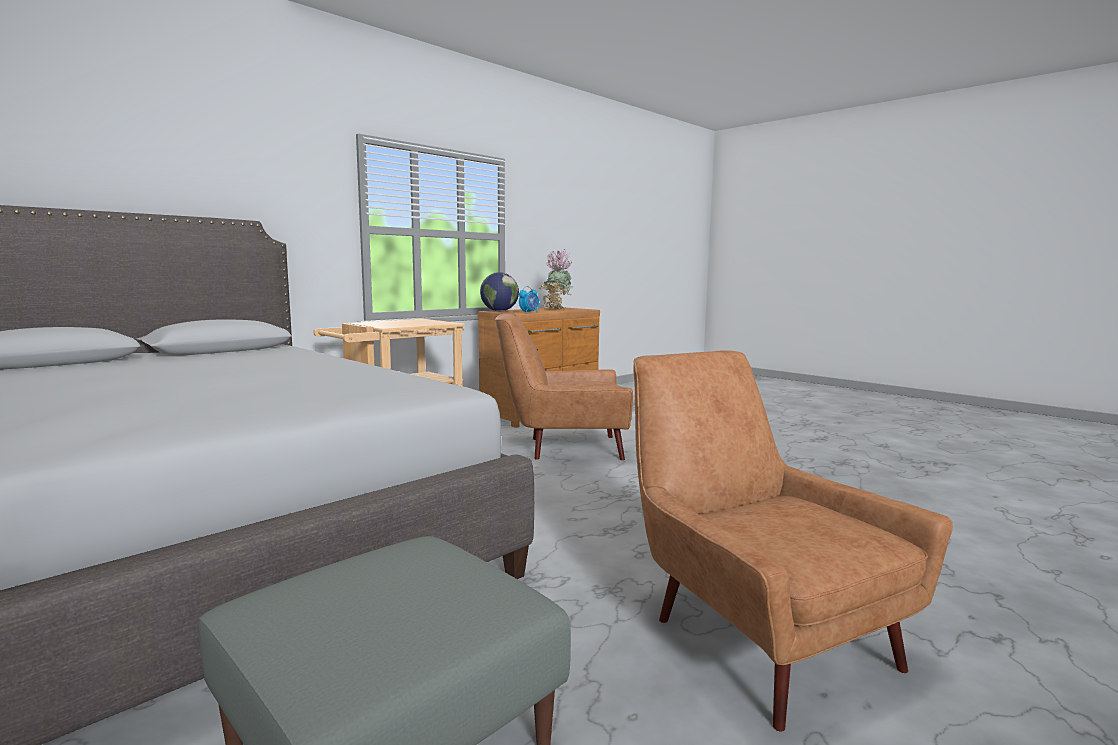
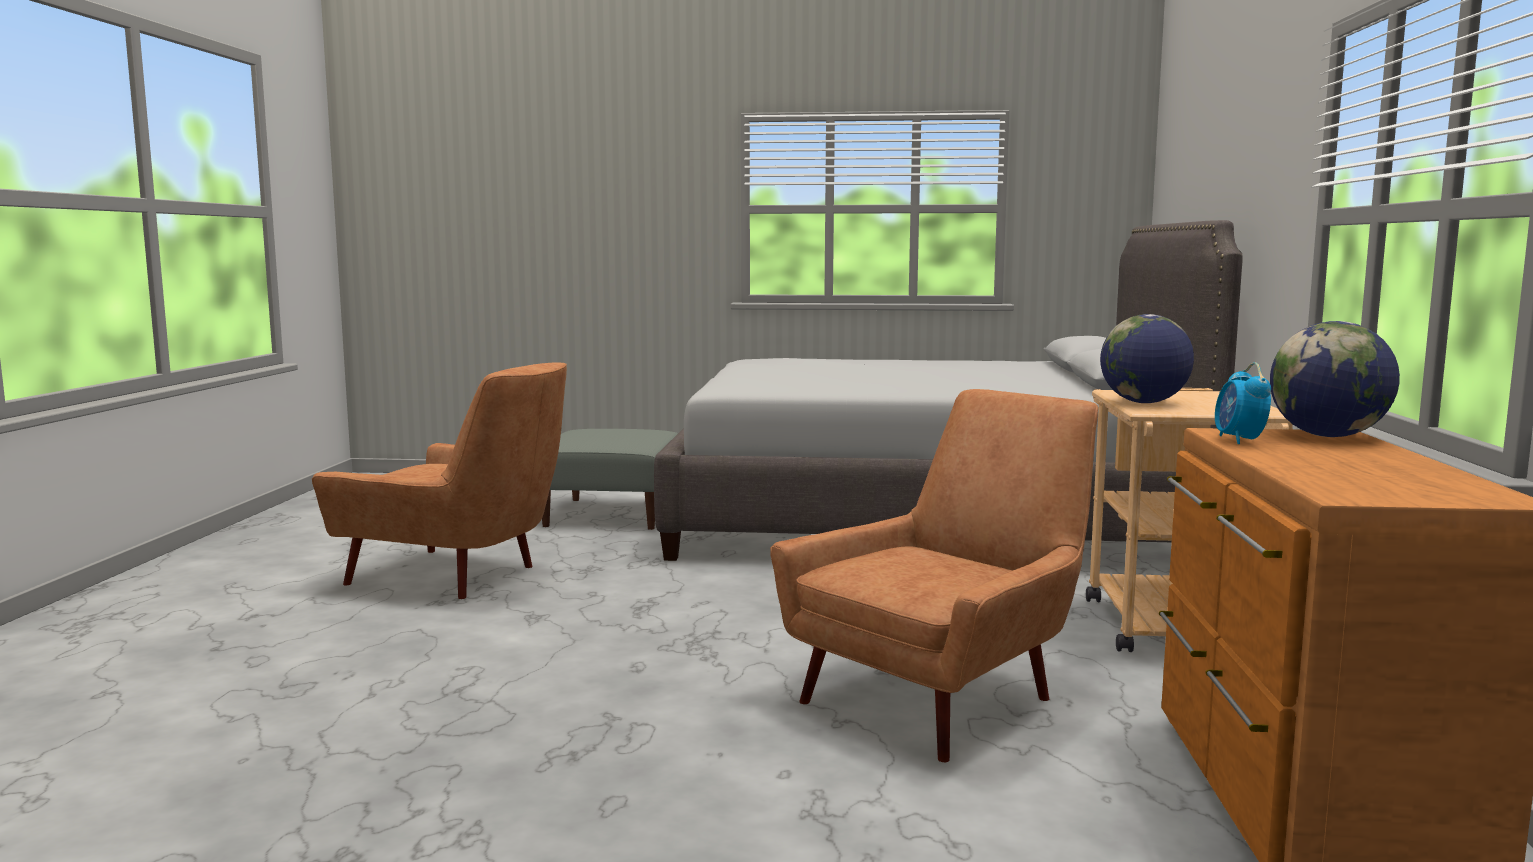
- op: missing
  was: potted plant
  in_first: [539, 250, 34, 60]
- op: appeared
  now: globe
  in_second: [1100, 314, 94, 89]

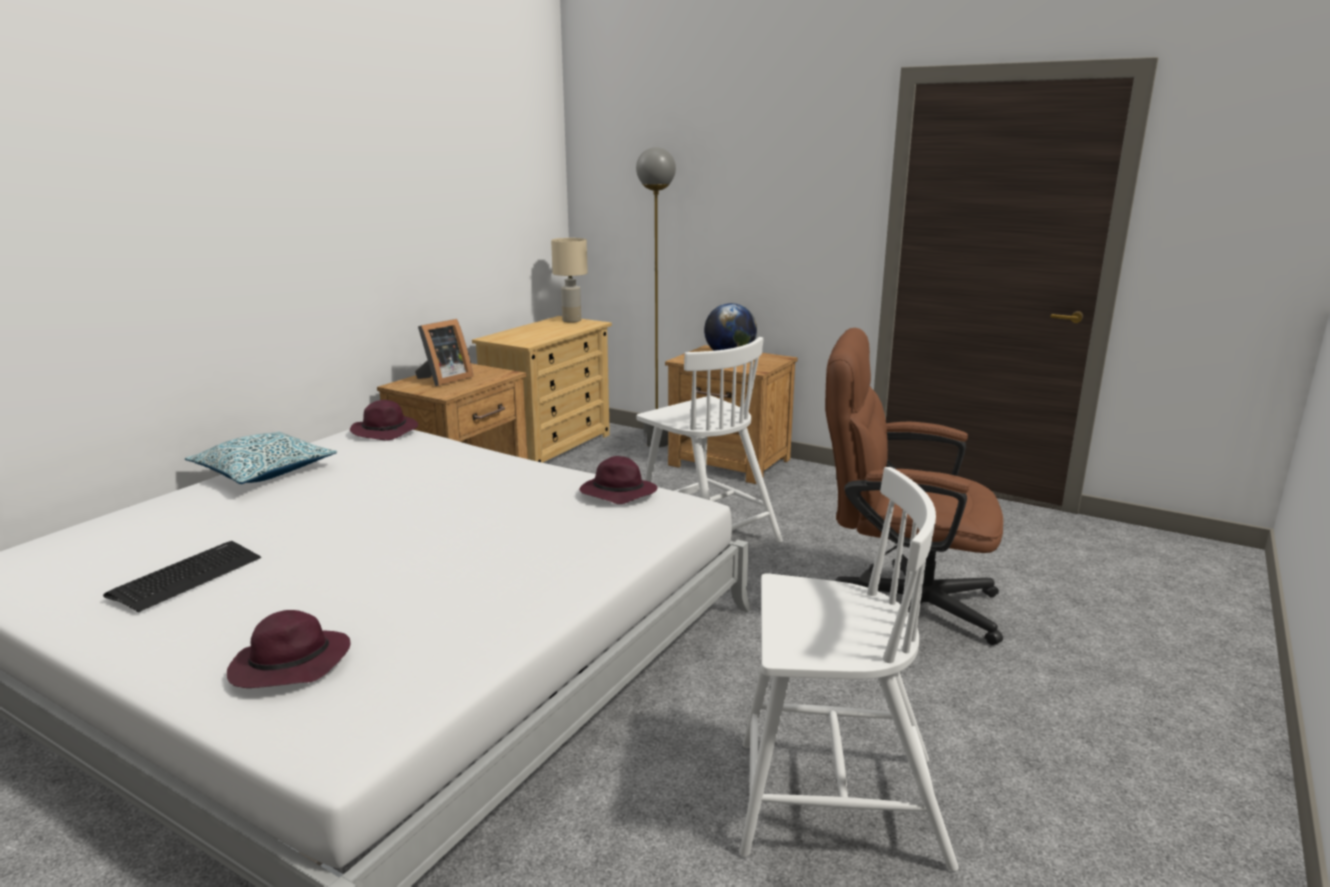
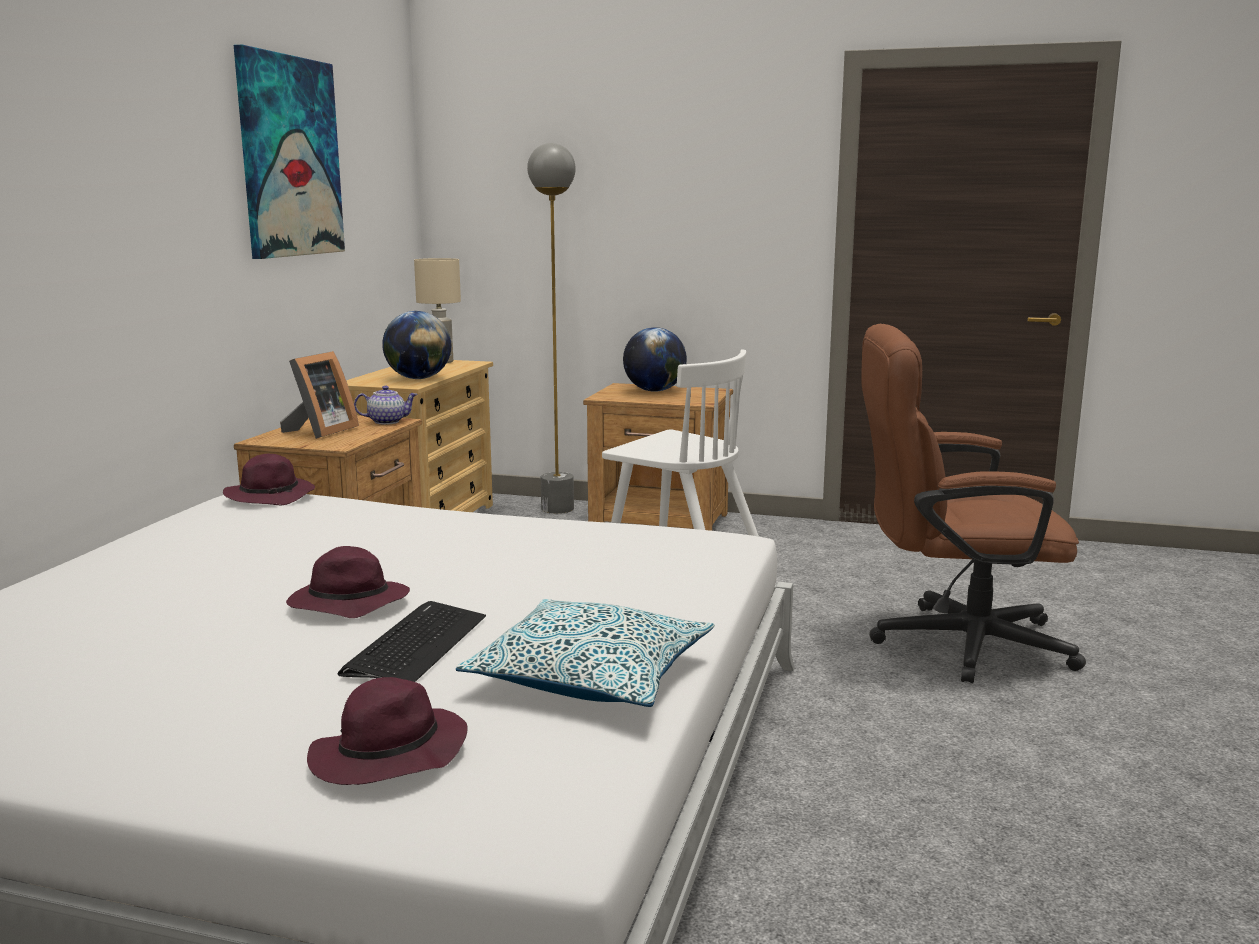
- op: relocated
  was: pillow
  in_first: [185, 432, 152, 52]
  in_second: [456, 599, 259, 108]
- op: relocated
  was: purple hat
  in_first: [579, 456, 79, 48]
  in_second: [286, 546, 124, 72]
- op: missing
  was: white chair
  in_first: [740, 467, 219, 404]
- op: relocated
  was: keyboard
  in_first: [103, 541, 158, 71]
  in_second: [338, 601, 148, 81]
- op: appeared
  now: picture
  in_second: [234, 45, 111, 214]
- op: appeared
  now: globe
  in_second: [382, 311, 69, 68]
- op: appeared
  now: teapot
  in_second: [354, 386, 64, 39]

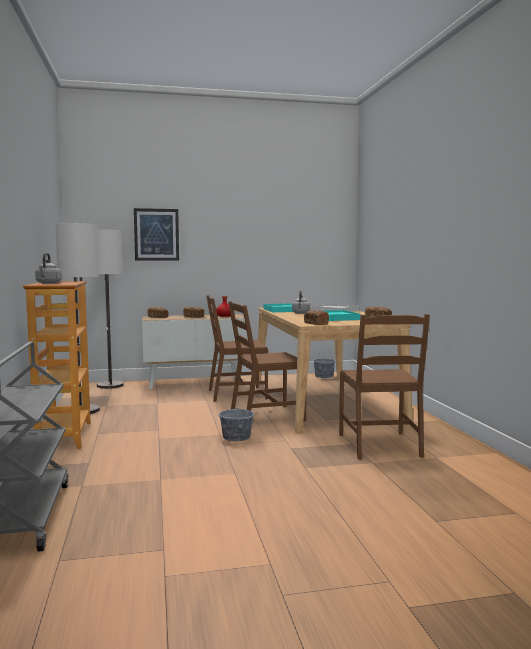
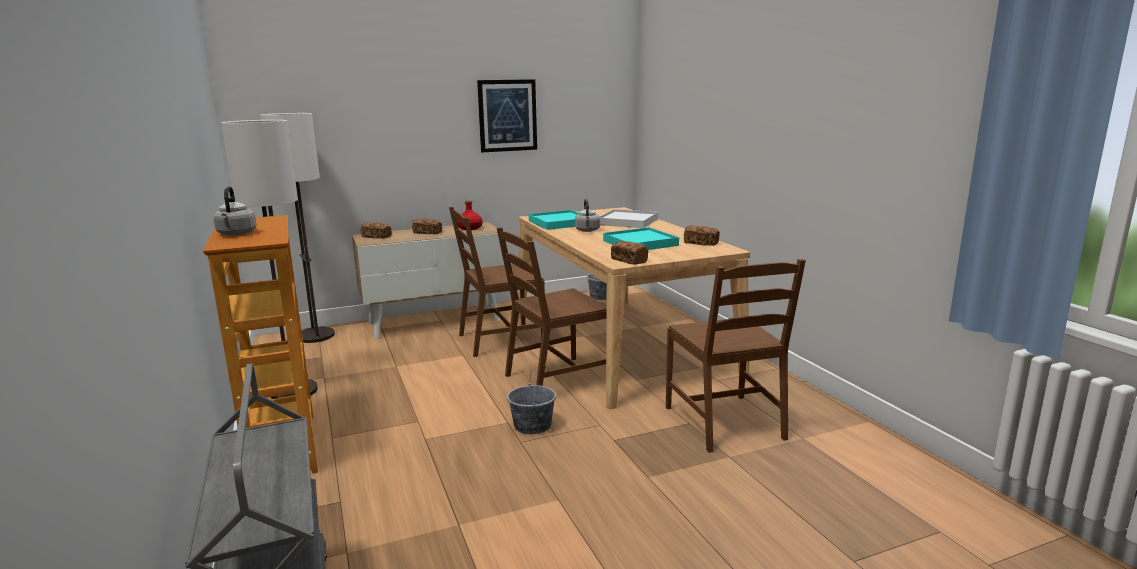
- op: relocated
  was: picture
  in_first: [134, 208, 45, 52]
  in_second: [477, 79, 60, 73]

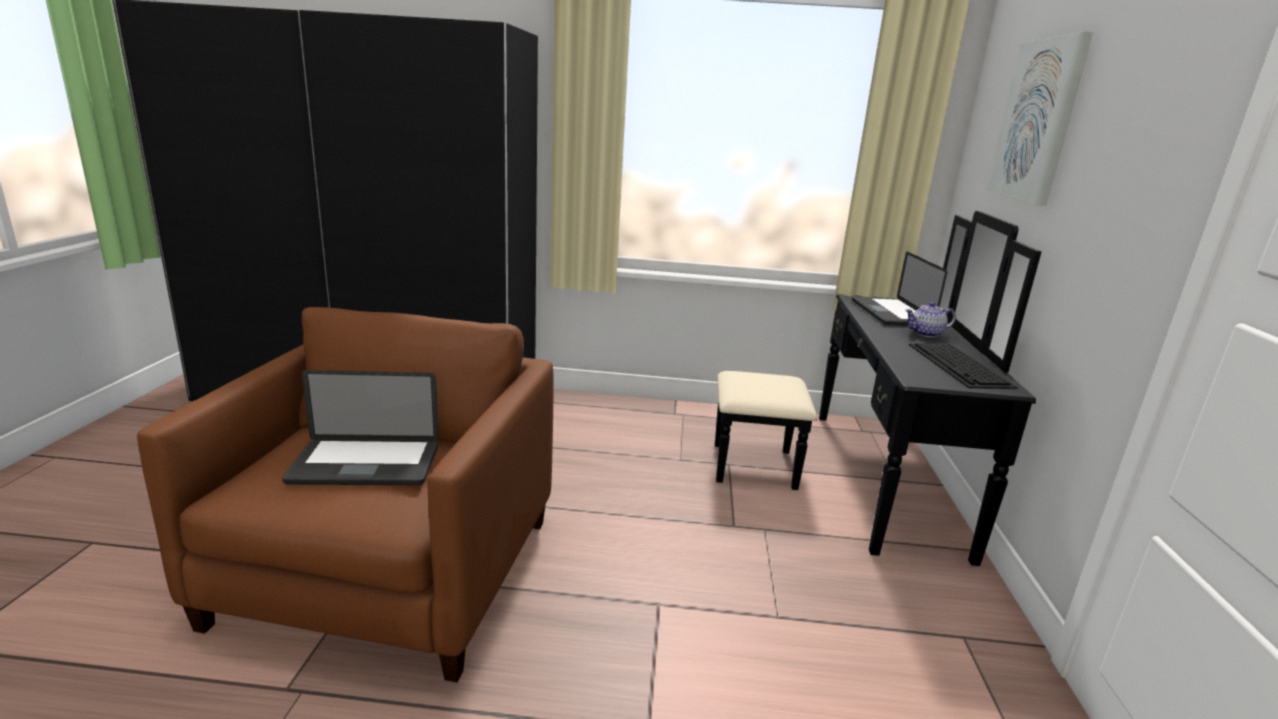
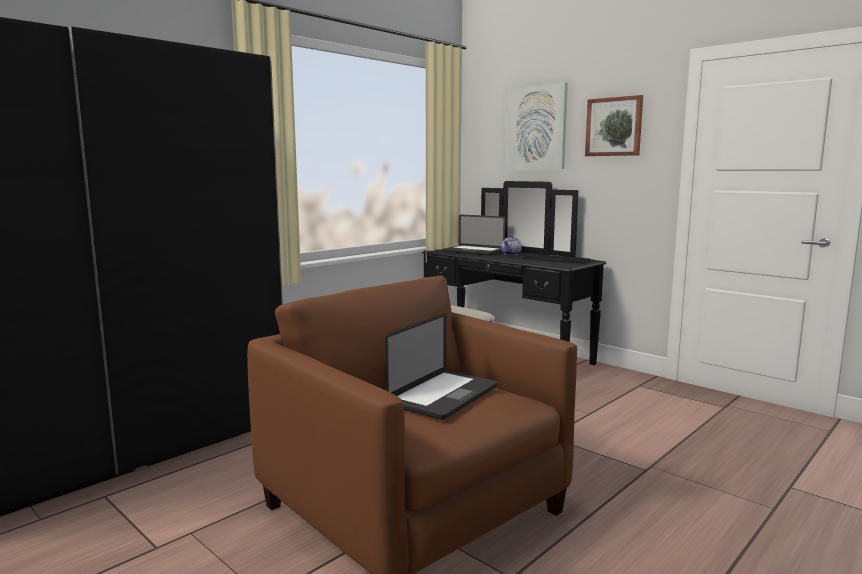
- op: appeared
  now: picture
  in_second: [585, 95, 58, 61]

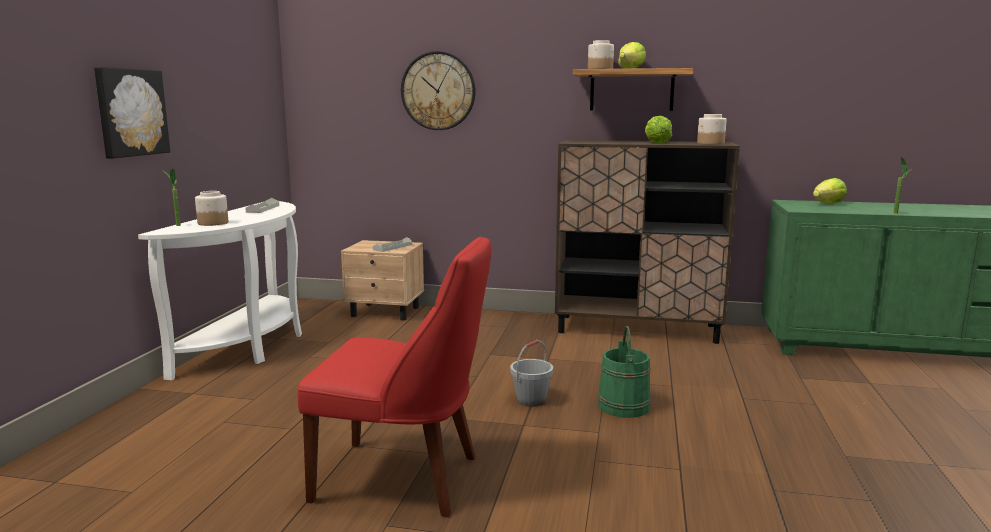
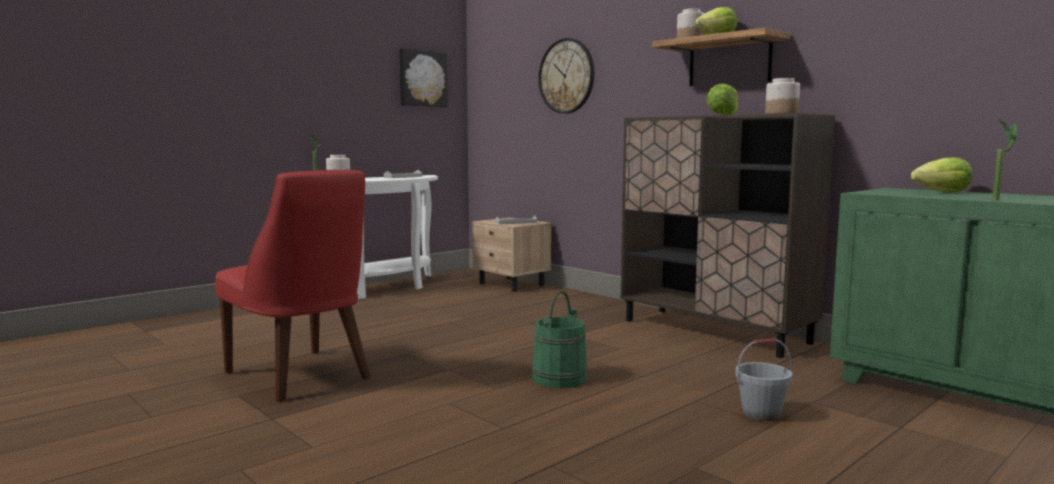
- op: relocated
  was: picture
  in_first: [94, 67, 76, 91]
  in_second: [399, 48, 49, 59]
- op: relocated
  was: grey bucket
  in_first: [510, 340, 43, 67]
  in_second: [735, 338, 57, 83]

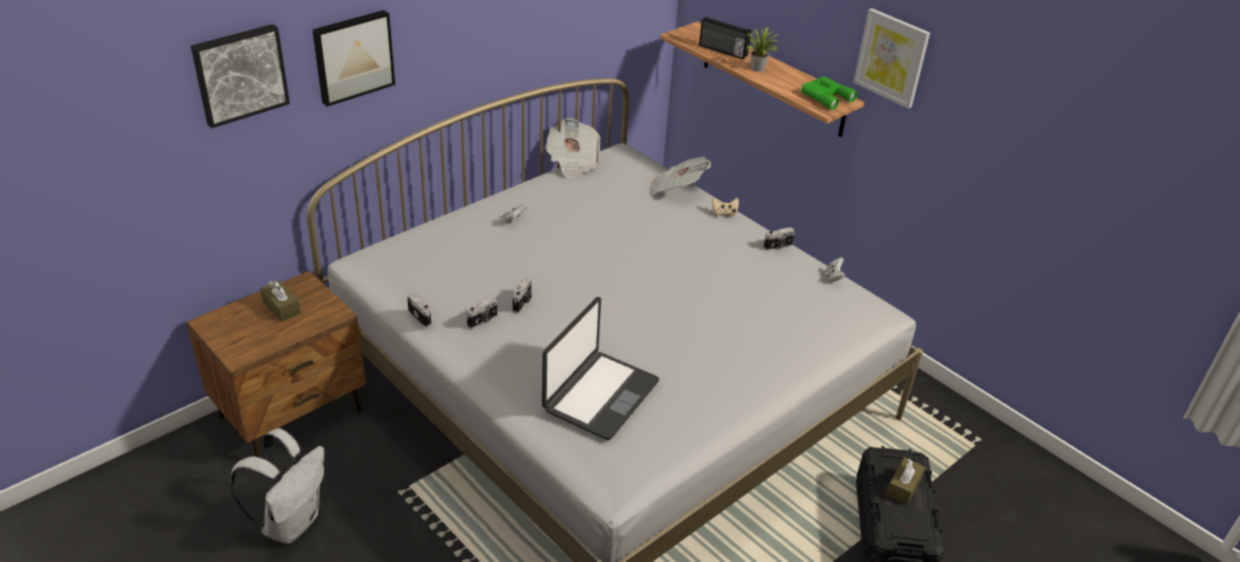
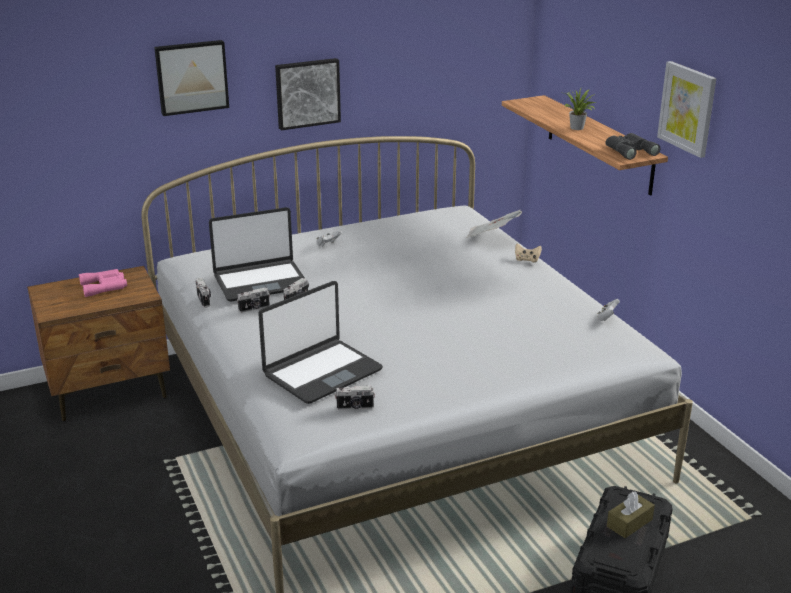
- op: missing
  was: radio
  in_first: [699, 17, 52, 43]
- op: relocated
  was: picture
  in_first: [191, 24, 99, 104]
  in_second: [275, 58, 66, 72]
- op: colour
  was: green binoculars
  now: grey binoculars
  in_first: [801, 77, 57, 33]
  in_second: [605, 133, 55, 27]
- op: missing
  was: newspaper
  in_first: [545, 118, 56, 60]
- op: relocated
  was: photo camera
  in_first: [764, 227, 31, 23]
  in_second: [335, 385, 40, 25]
- op: exchanged
  was: brown tissue box
  now: pink binoculars
  in_first: [260, 281, 41, 41]
  in_second: [79, 269, 48, 28]
- op: missing
  was: white backpack
  in_first: [230, 428, 94, 116]
- op: appeared
  now: laptop
  in_second: [209, 207, 100, 94]

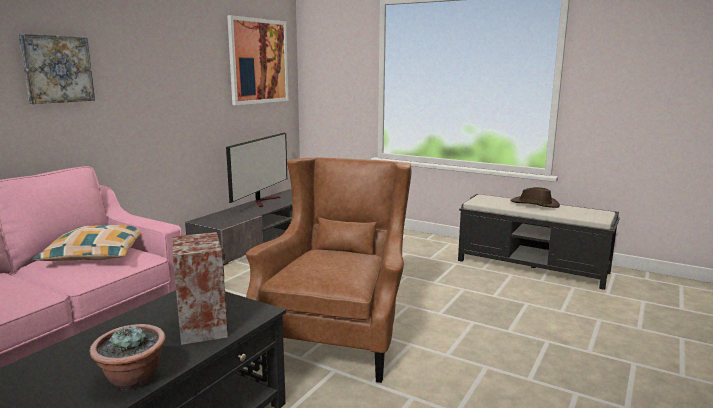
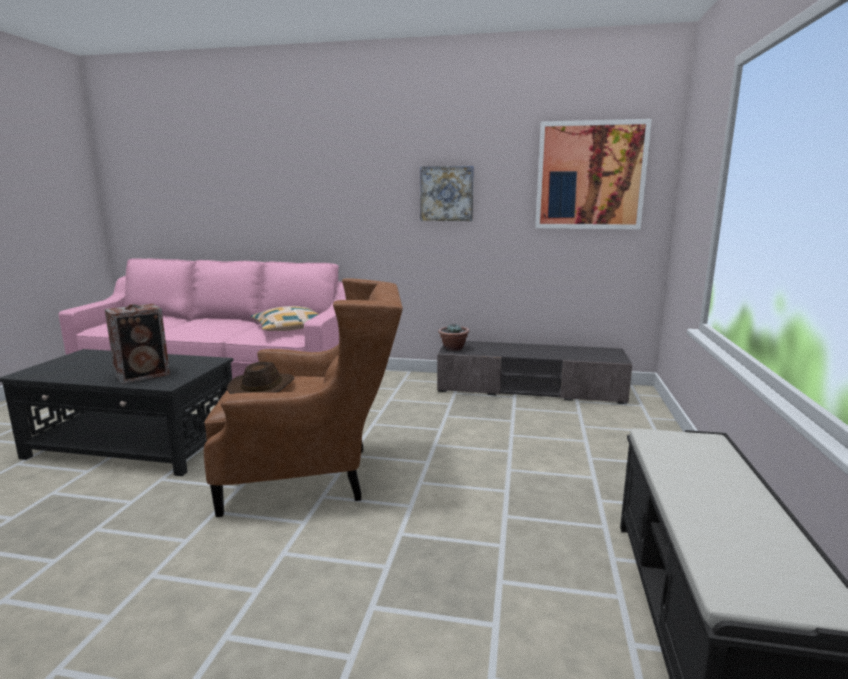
- op: relocated
  was: picture
  in_first: [19, 34, 76, 70]
  in_second: [420, 166, 54, 55]
- op: missing
  was: television
  in_first: [226, 133, 61, 74]
- op: relocated
  was: brown hat
  in_first: [510, 187, 50, 21]
  in_second: [227, 362, 68, 32]
- op: relocated
  was: potted plant
  in_first: [90, 324, 76, 66]
  in_second: [438, 324, 31, 27]

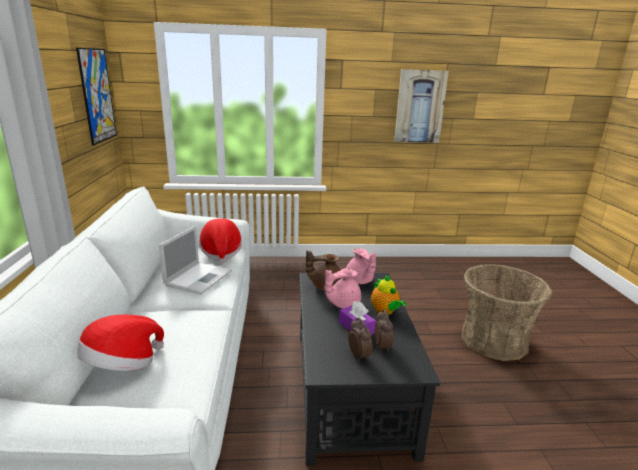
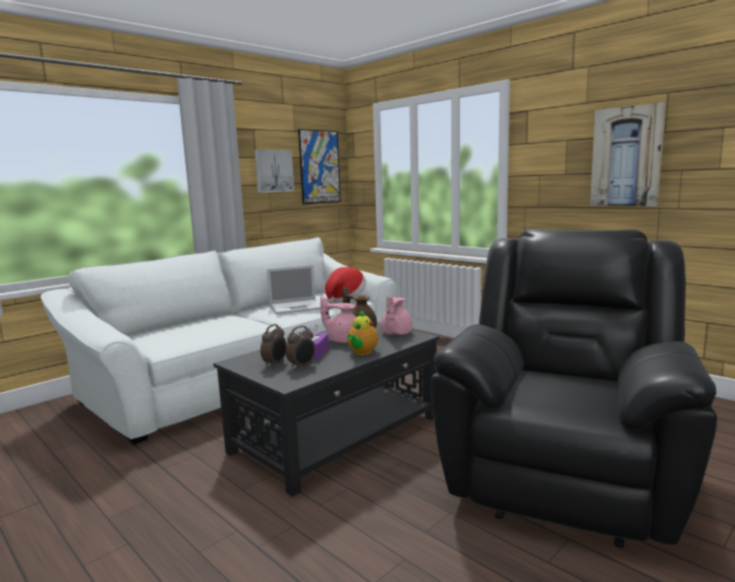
- op: exchanged
  was: basket
  now: black armchair
  in_first: [461, 264, 91, 97]
  in_second: [431, 229, 286, 318]
- op: missing
  was: hat
  in_first: [77, 315, 87, 56]
- op: appeared
  now: picture
  in_second: [254, 150, 40, 43]

